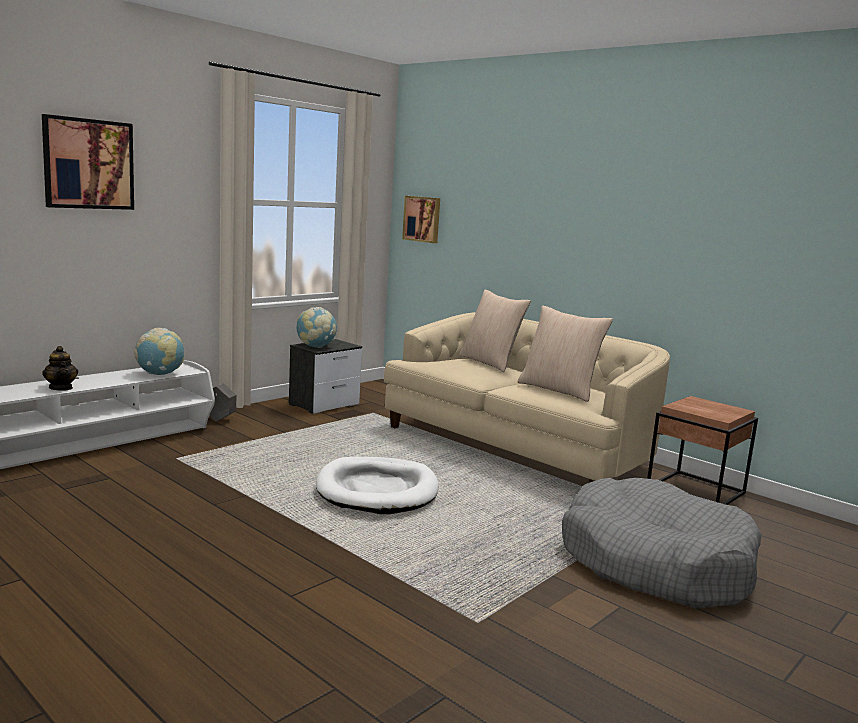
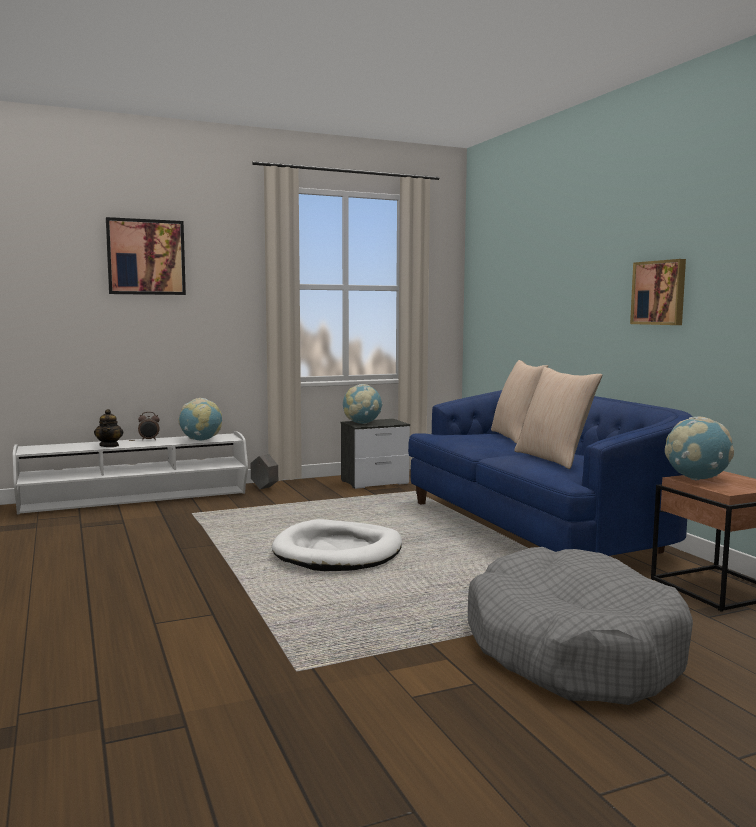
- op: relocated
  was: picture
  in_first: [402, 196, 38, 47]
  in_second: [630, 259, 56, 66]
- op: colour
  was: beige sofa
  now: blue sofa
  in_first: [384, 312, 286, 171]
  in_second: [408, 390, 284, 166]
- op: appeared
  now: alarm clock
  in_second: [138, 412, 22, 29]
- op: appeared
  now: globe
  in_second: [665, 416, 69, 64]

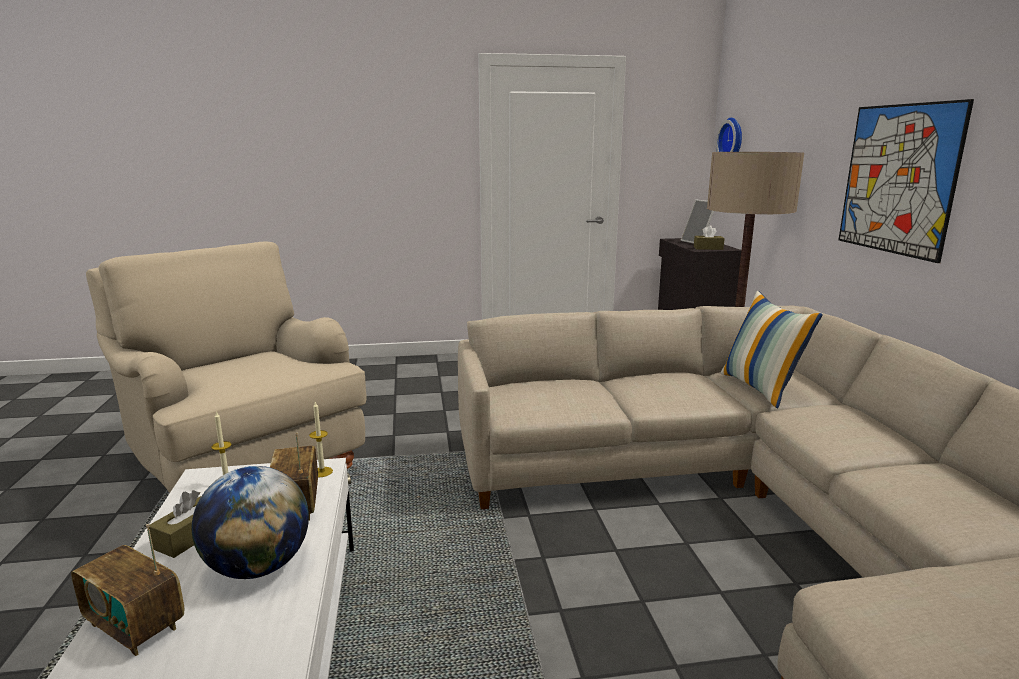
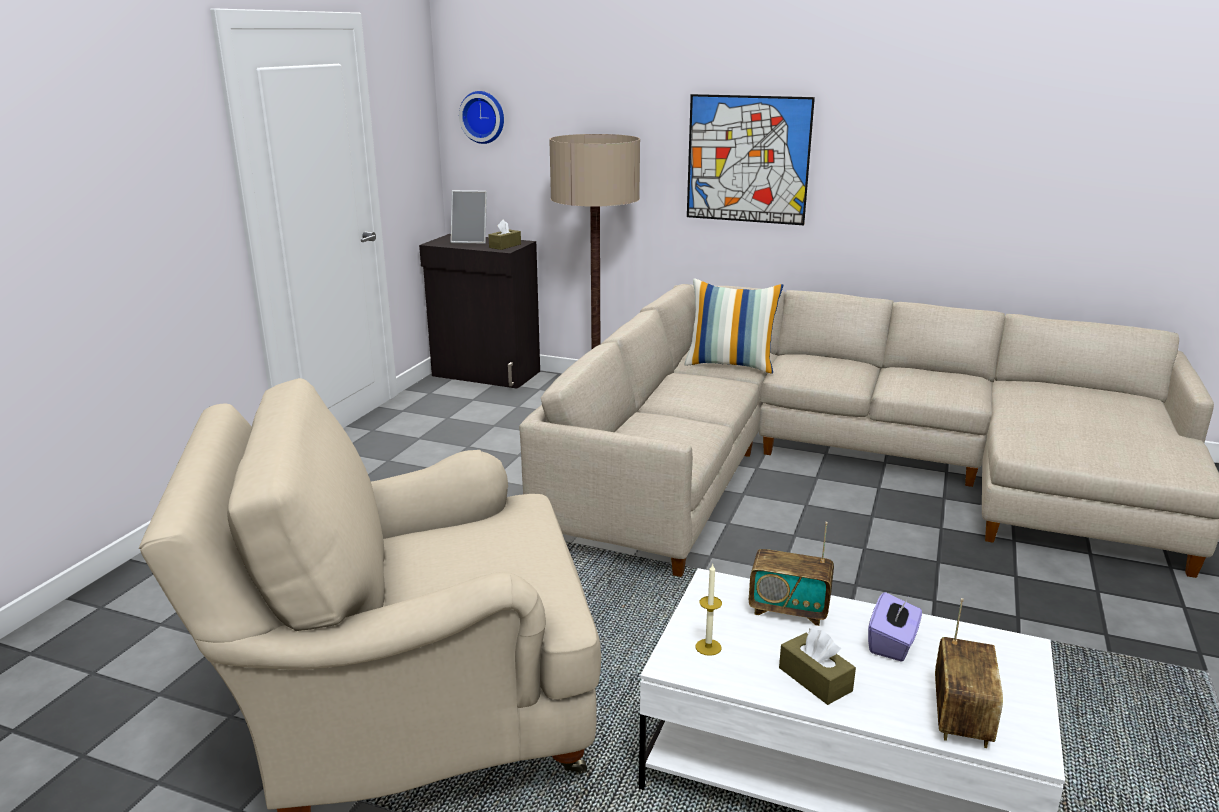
- op: missing
  was: candle
  in_first: [309, 402, 24, 75]
- op: exchanged
  was: globe
  now: purple tissue box
  in_first: [192, 466, 117, 113]
  in_second: [868, 592, 54, 70]
- op: spun
  was: radio
  in_first: [71, 524, 113, 132]
  in_second: [935, 598, 68, 150]
  clockwise: -45

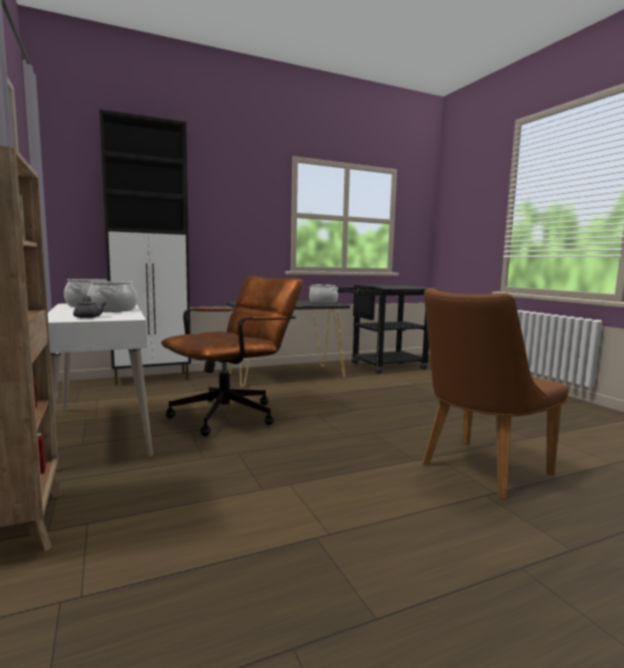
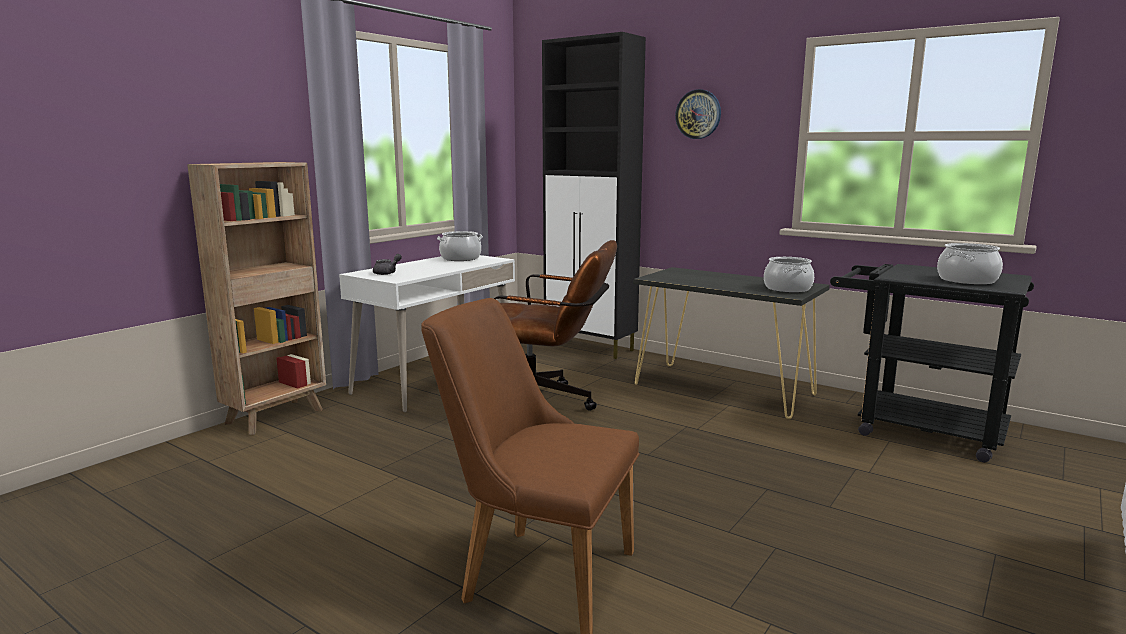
- op: relocated
  was: cooking pot
  in_first: [87, 281, 50, 31]
  in_second: [937, 243, 66, 42]
- op: appeared
  now: wall clock
  in_second: [675, 89, 46, 50]

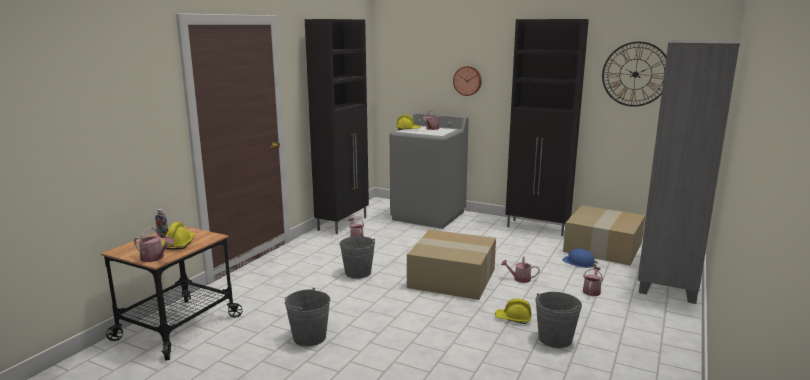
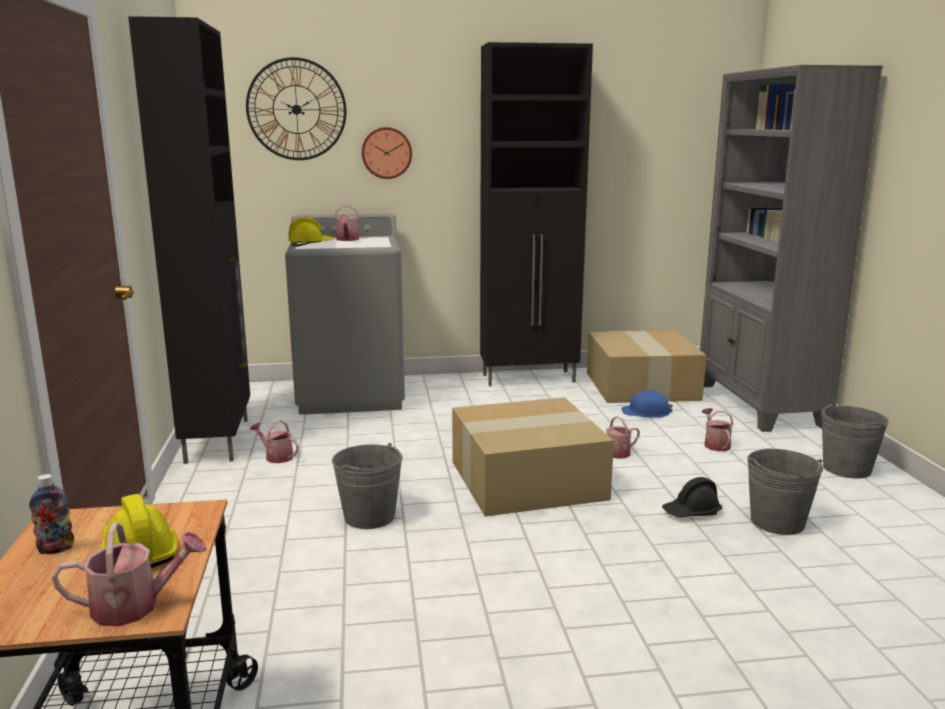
- op: relocated
  was: wall clock
  in_first: [602, 41, 64, 66]
  in_second: [246, 57, 100, 103]
- op: relocated
  was: grey bucket
  in_first: [285, 288, 45, 58]
  in_second: [821, 403, 68, 75]
- op: colour
  was: yellow hard hat
  now: black hard hat
  in_first: [495, 299, 36, 25]
  in_second: [662, 477, 60, 41]

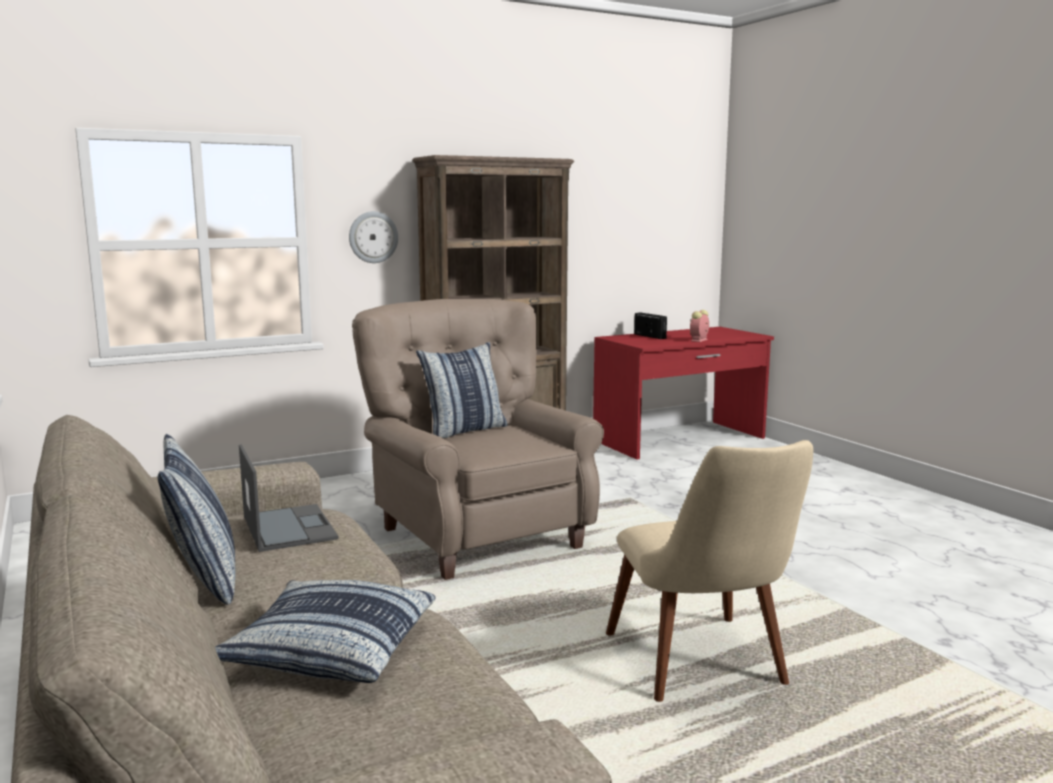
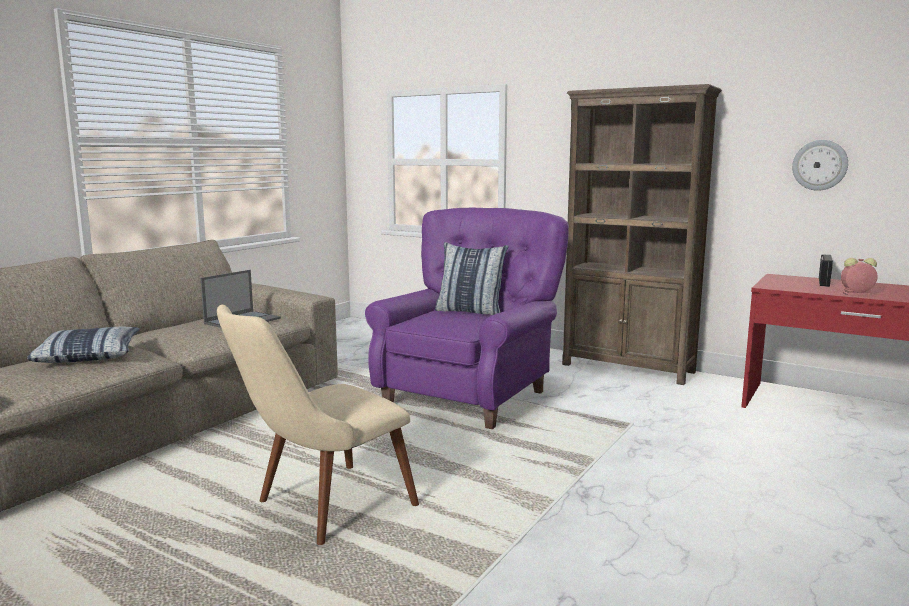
- op: relocated
  was: wall clock
  in_first: [349, 211, 49, 52]
  in_second: [792, 140, 56, 51]
- op: colour
  was: beige armchair
  now: purple armchair
  in_first: [352, 299, 252, 281]
  in_second: [365, 208, 204, 221]
- op: missing
  was: pillow
  in_first: [157, 434, 78, 171]

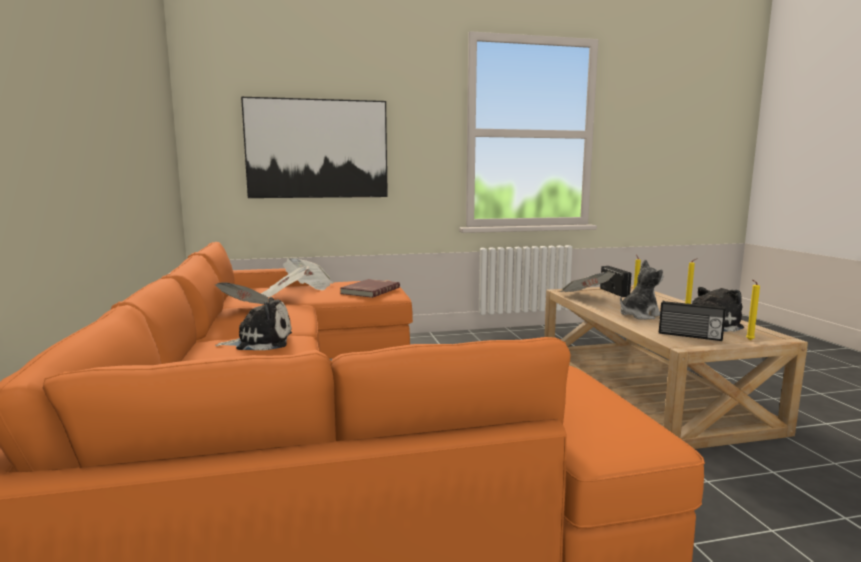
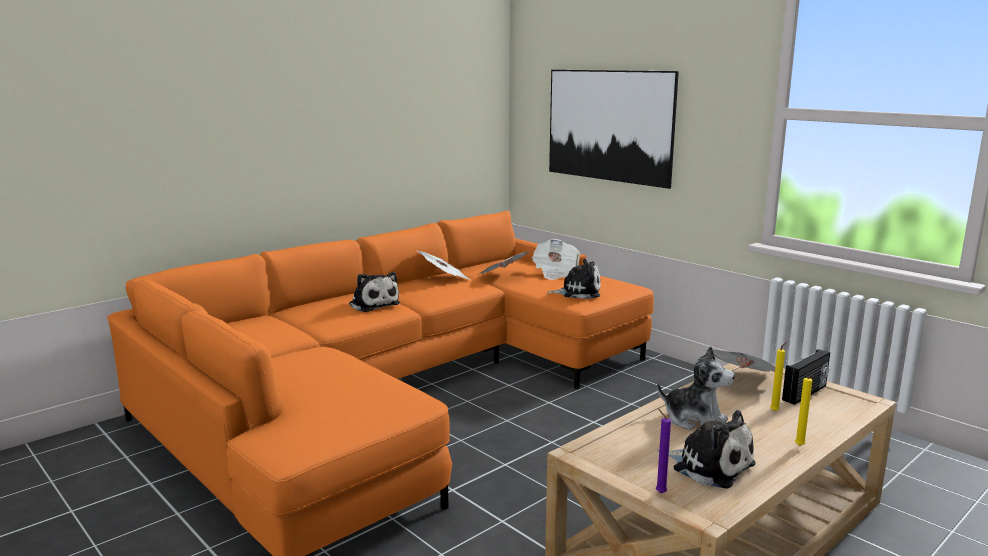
- op: exchanged
  was: red book
  now: plush toy
  in_first: [340, 279, 60, 19]
  in_second: [547, 259, 53, 40]
- op: colour
  was: yellow candle
  now: purple candle
  in_first: [746, 280, 14, 60]
  in_second: [656, 409, 15, 84]
- op: missing
  was: radio
  in_first: [659, 301, 67, 40]

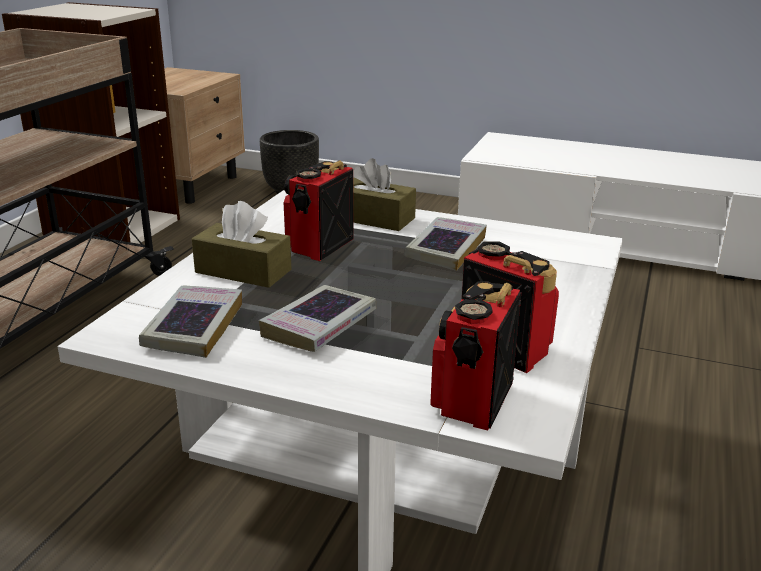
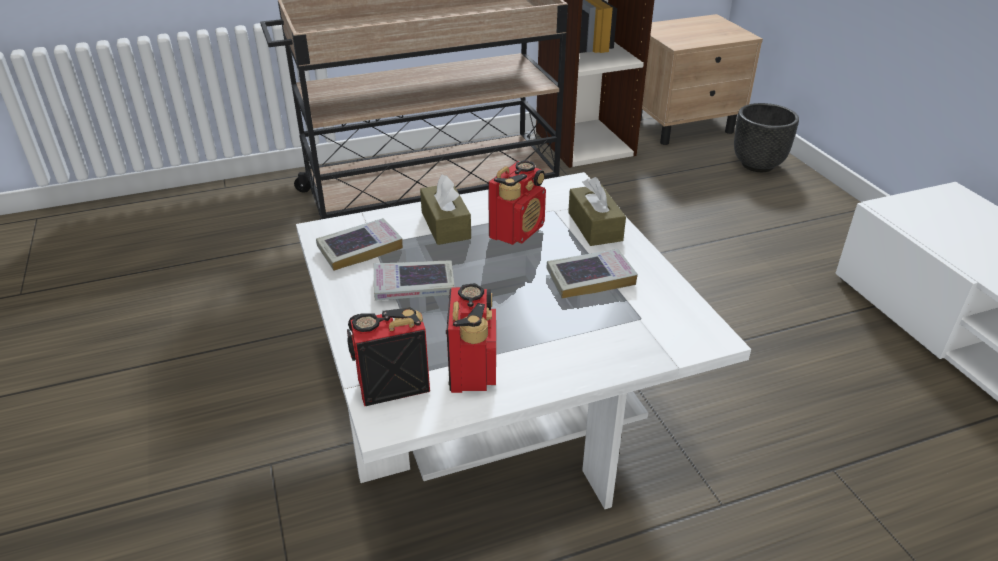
- op: spun
  was: radio
  in_first: [284, 160, 69, 101]
  in_second: [488, 160, 58, 85]
  clockwise: 135

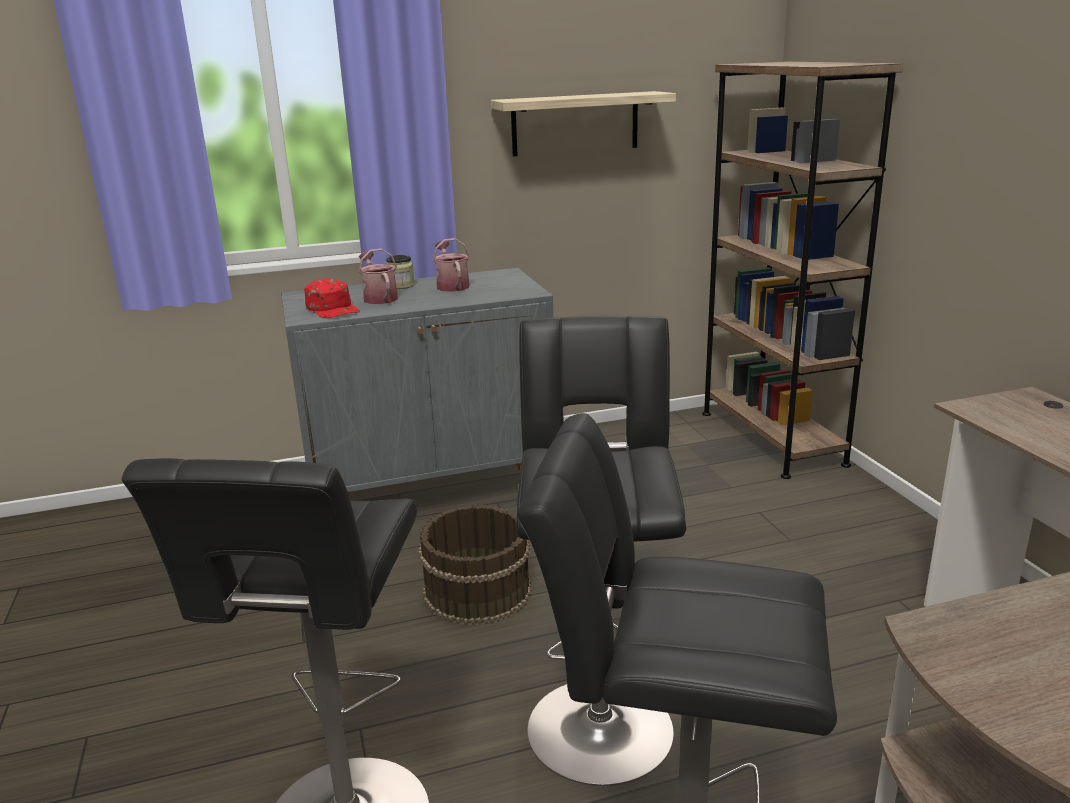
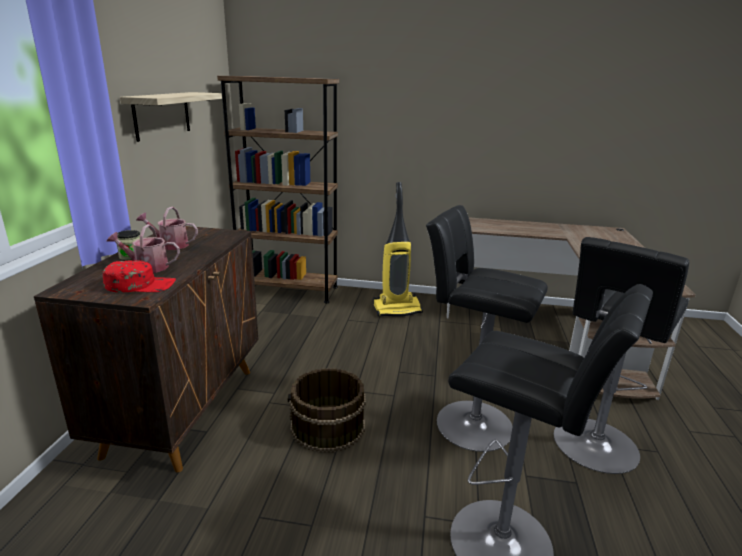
- op: colour
  was: grey cabinet
  now: brown cabinet
  in_first: [281, 268, 272, 228]
  in_second: [34, 226, 224, 246]
- op: appeared
  now: vacuum cleaner
  in_second: [373, 182, 50, 135]

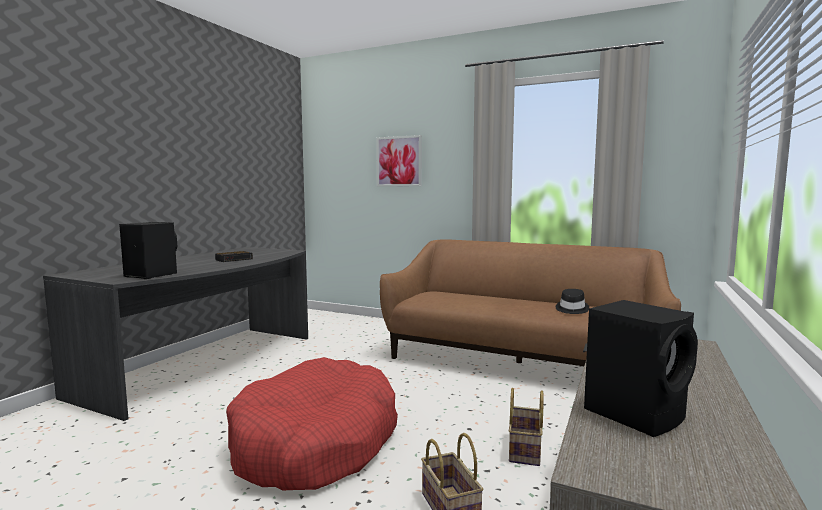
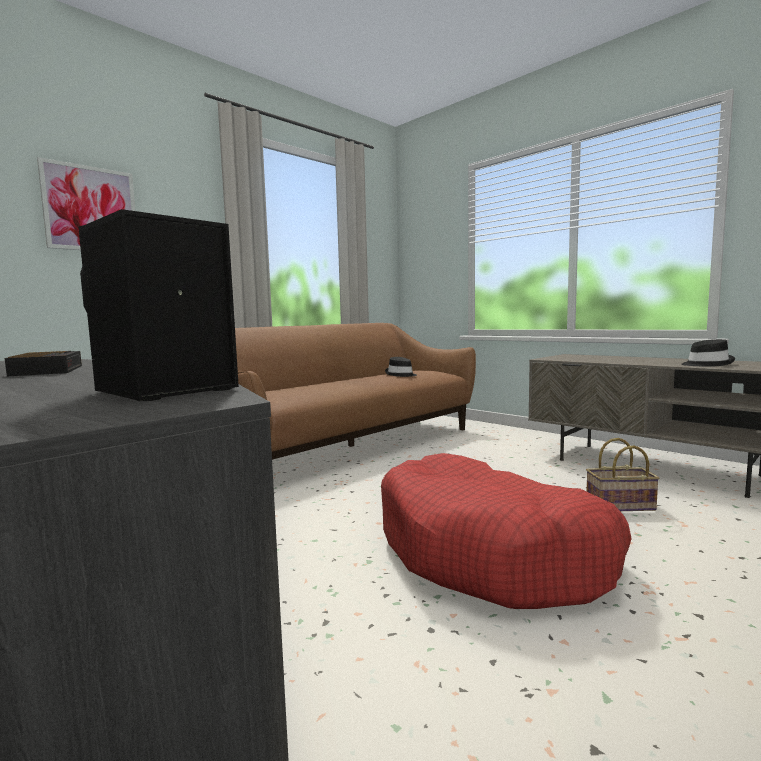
- op: exchanged
  was: black speaker
  now: black hat
  in_first: [584, 300, 114, 137]
  in_second: [681, 339, 54, 28]
- op: missing
  was: basket
  in_first: [509, 388, 34, 78]

